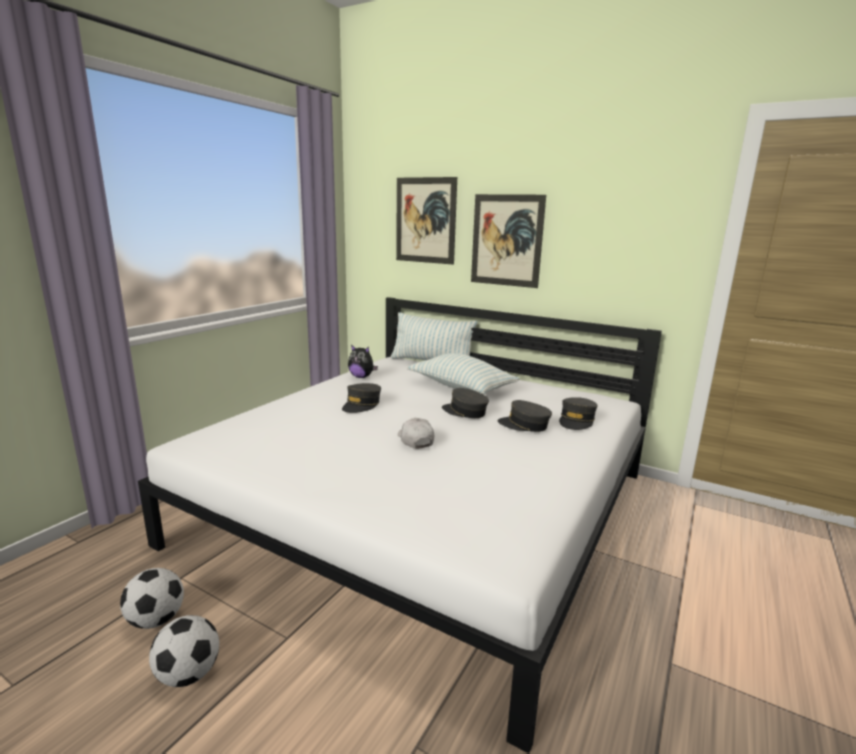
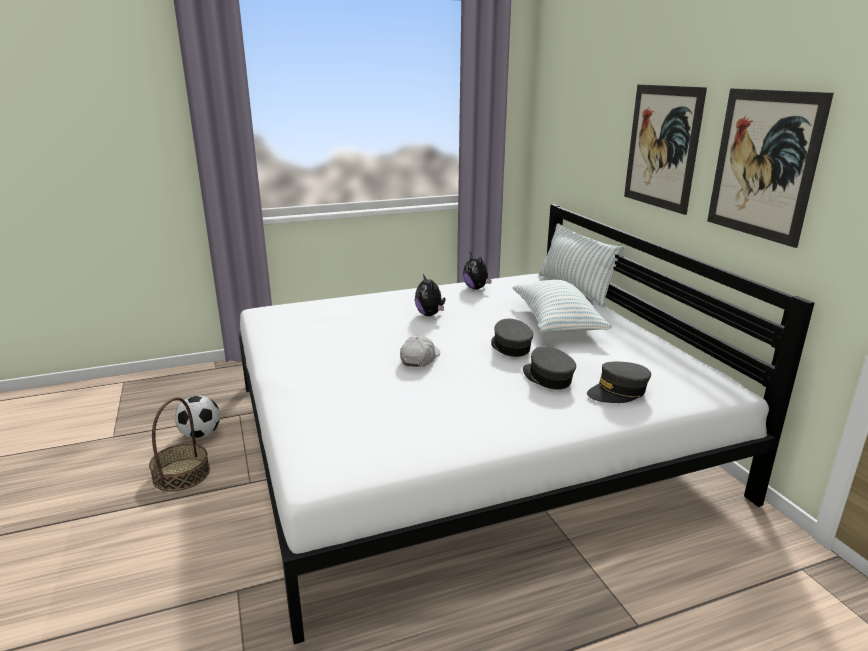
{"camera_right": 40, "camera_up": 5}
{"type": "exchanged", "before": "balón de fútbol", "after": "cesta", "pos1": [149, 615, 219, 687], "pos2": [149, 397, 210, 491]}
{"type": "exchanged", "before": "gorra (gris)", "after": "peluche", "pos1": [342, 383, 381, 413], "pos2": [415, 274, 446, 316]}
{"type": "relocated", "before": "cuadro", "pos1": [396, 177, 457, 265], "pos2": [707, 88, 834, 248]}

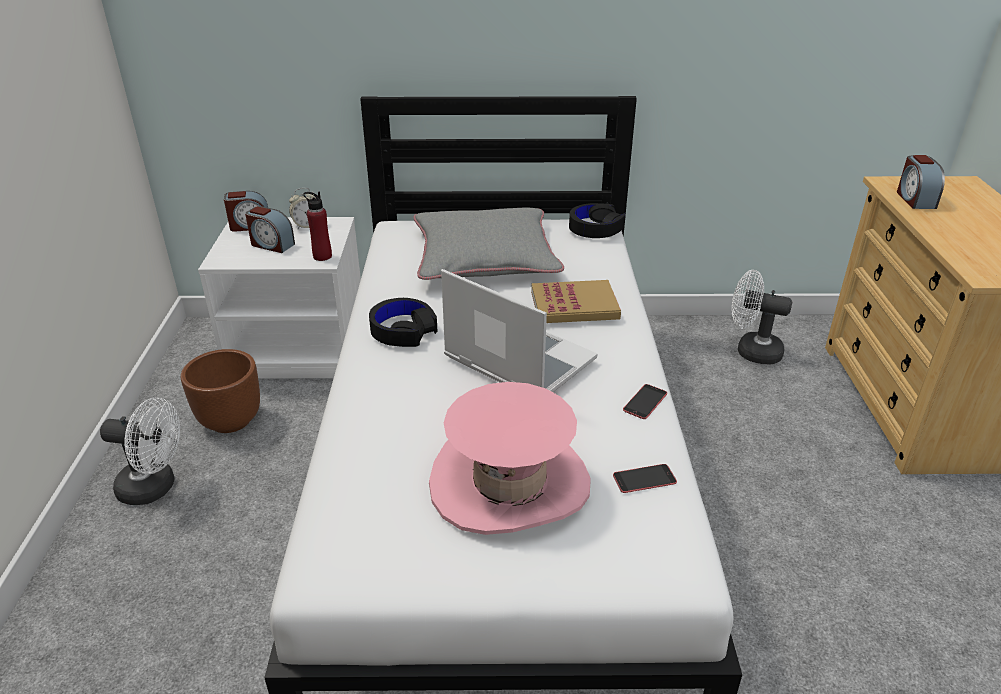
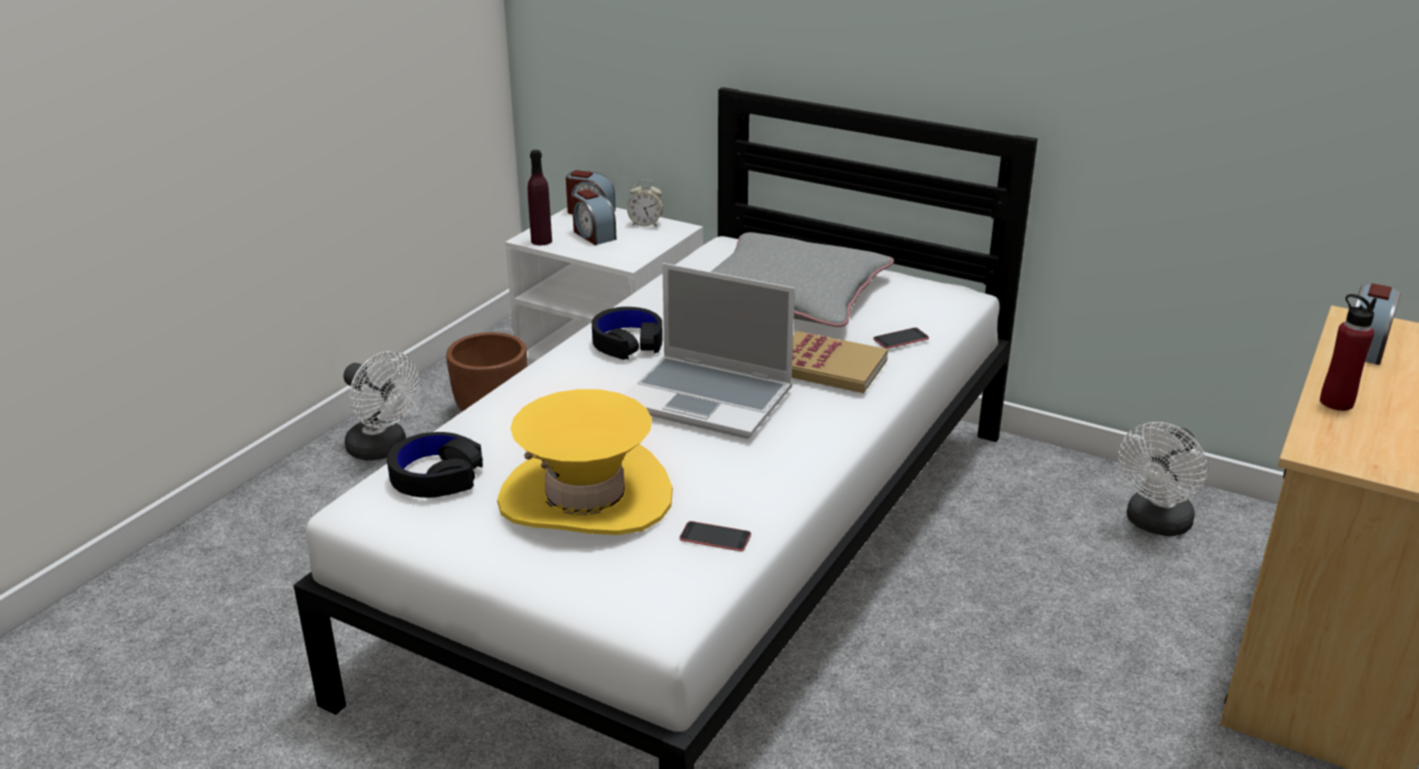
{"camera_right": 30, "camera_up": -5}
{"type": "relocated", "before": "botella (rojo)", "pos1": [303, 192, 332, 261], "pos2": [1320, 294, 1377, 411]}
{"type": "colour", "before": "sombrero (rosa)", "after": "sombrero (amarillo)", "pos1": [429, 382, 591, 535], "pos2": [497, 389, 673, 535]}
{"type": "spun", "before": "portátil", "pos1": [441, 269, 598, 392], "pos2": [624, 263, 795, 439], "turn": 135}
{"type": "relocated", "before": "auriculares (negro)", "pos1": [569, 203, 626, 238], "pos2": [387, 432, 483, 498]}
{"type": "relocated", "before": "móvil", "pos1": [623, 384, 667, 419], "pos2": [873, 327, 929, 349]}
{"type": "spun", "before": "ventilador (blanco)", "pos1": [732, 270, 792, 365], "pos2": [1118, 422, 1208, 536], "turn": -105}
{"type": "appeared", "after": "botella (morado)", "pos2": [528, 150, 552, 245]}

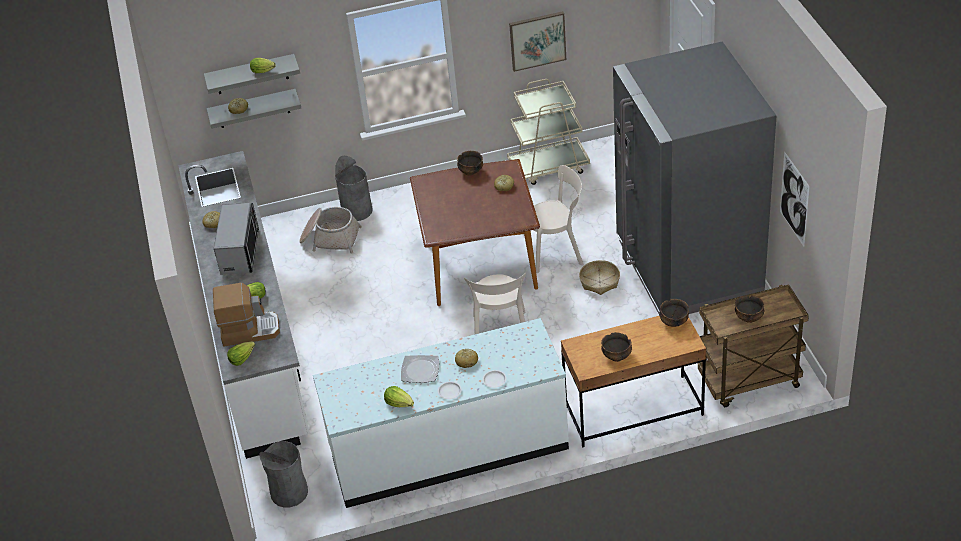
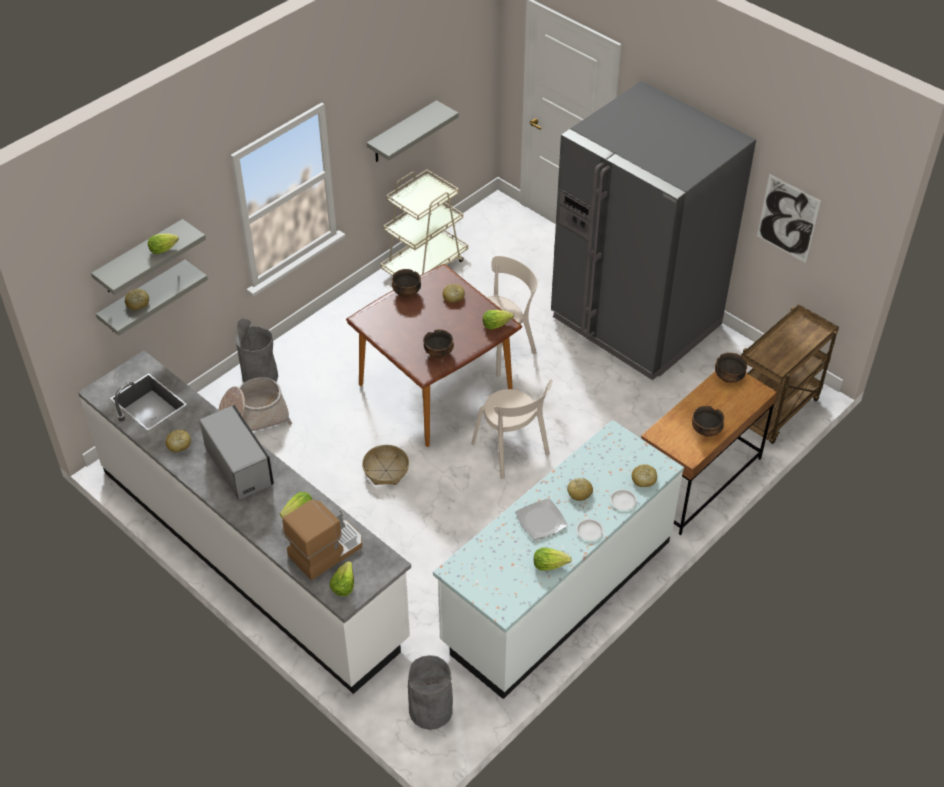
{"camera_right": -35, "camera_up": 5}
{"type": "exchanged", "before": "cuadro", "after": "estante (gris)", "pos1": [509, 11, 566, 72], "pos2": [367, 100, 459, 162]}
{"type": "relocated", "before": "cesta", "pos1": [579, 260, 620, 295], "pos2": [362, 445, 409, 485]}
{"type": "relocated", "before": "cuenco", "pos1": [735, 295, 764, 323], "pos2": [423, 329, 454, 358]}
{"type": "appeared", "after": "lechuga", "pos2": [483, 310, 514, 330]}
{"type": "appeared", "after": "pan", "pos2": [632, 464, 657, 487]}

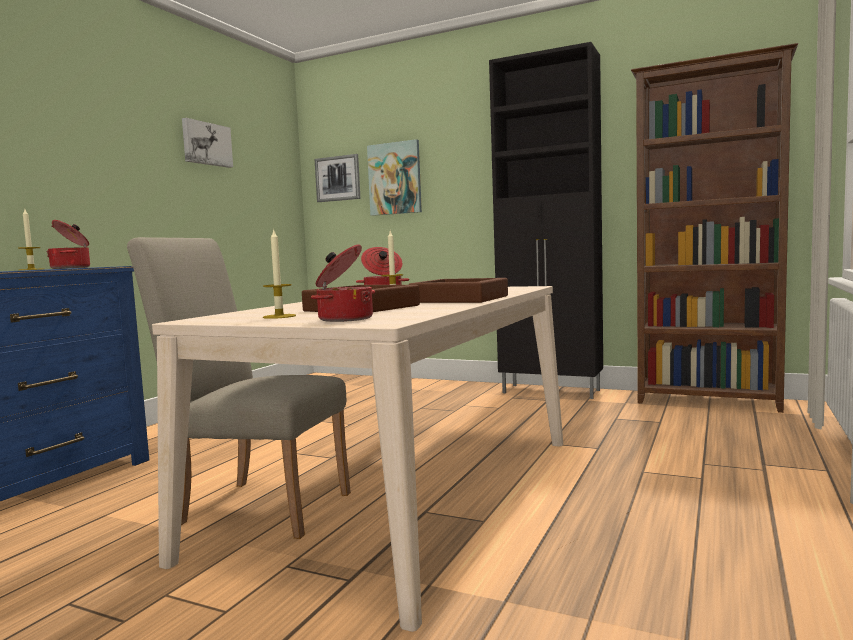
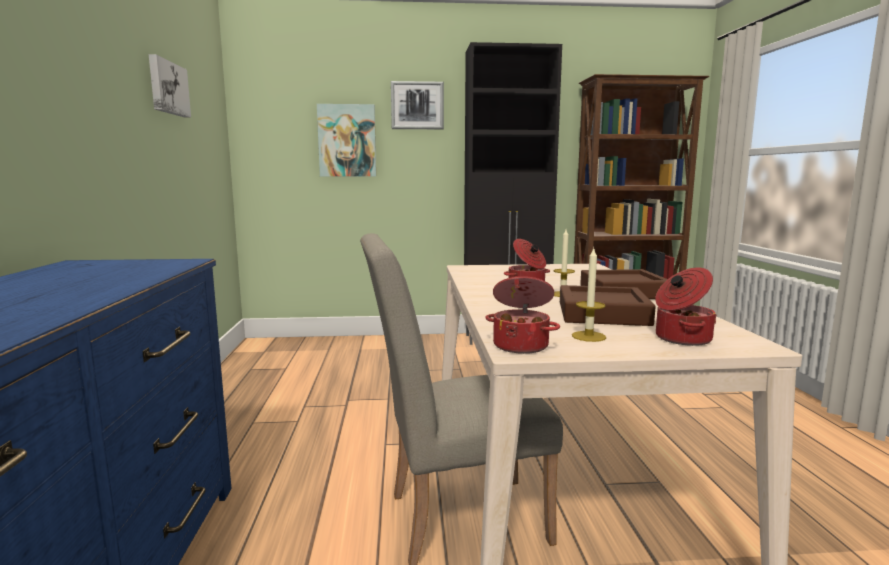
{"camera_right": -30, "camera_up": 5}
{"type": "missing", "before": "vela", "pos1": [18, 209, 44, 270]}
{"type": "relocated", "before": "olla", "pos1": [47, 220, 90, 269], "pos2": [485, 276, 560, 354]}
{"type": "relocated", "before": "cuadro", "pos1": [315, 154, 360, 202], "pos2": [391, 81, 444, 129]}

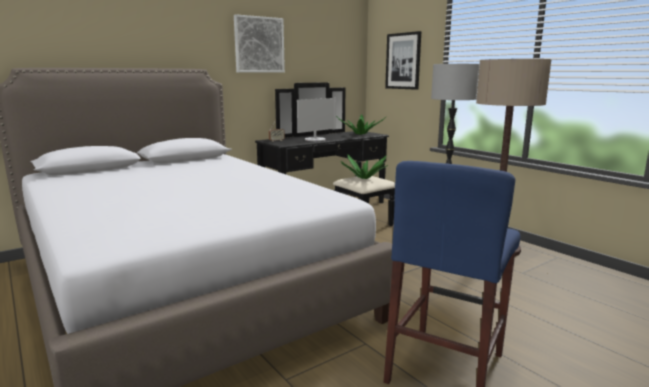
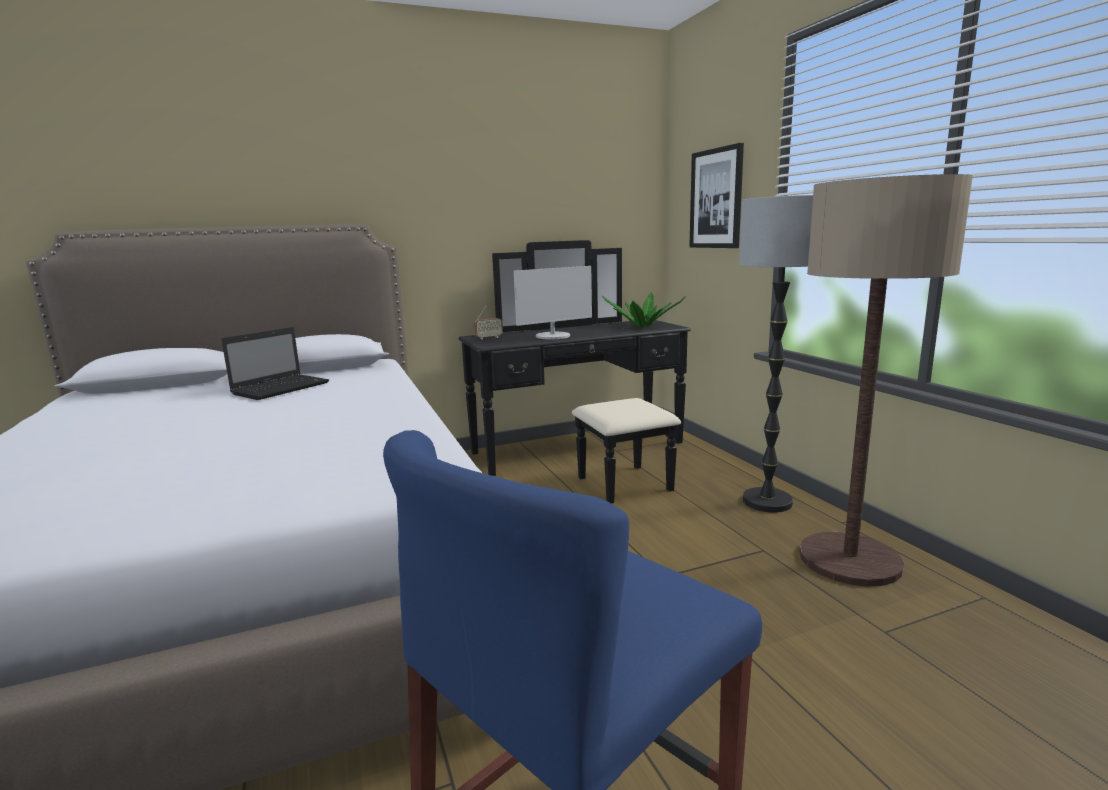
{"camera_right": 15, "camera_up": 0}
{"type": "missing", "before": "cuadro", "pos1": [234, 14, 285, 72]}
{"type": "missing", "before": "planta en maceta", "pos1": [341, 155, 388, 179]}
{"type": "appeared", "after": "portátil", "pos2": [221, 327, 329, 400]}

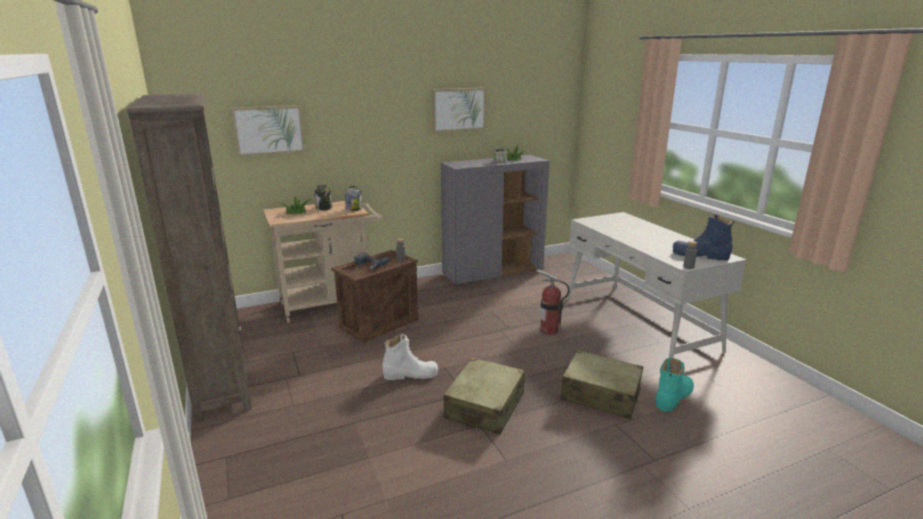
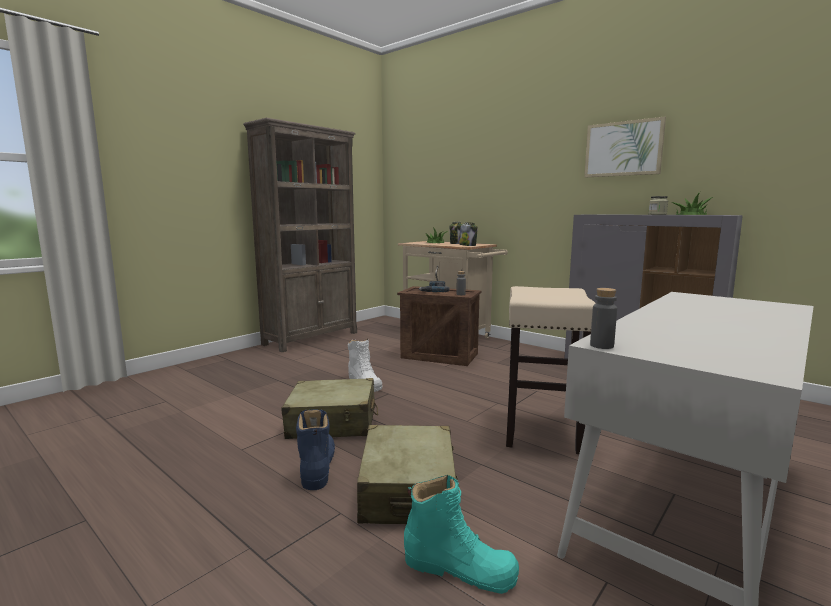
{"camera_right": 65, "camera_up": -10}
{"type": "missing", "before": "cuadro", "pos1": [231, 105, 305, 157]}
{"type": "exchanged", "before": "extintor", "after": "taburete (beis)", "pos1": [536, 270, 570, 335], "pos2": [506, 286, 596, 454]}
{"type": "relocated", "before": "bota (azul)", "pos1": [673, 215, 734, 261], "pos2": [296, 409, 335, 490]}

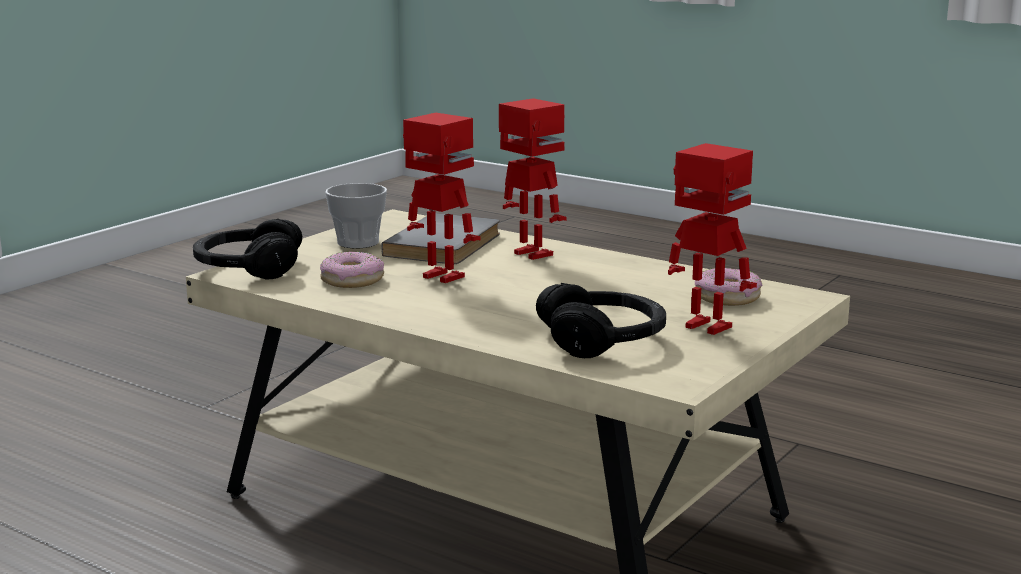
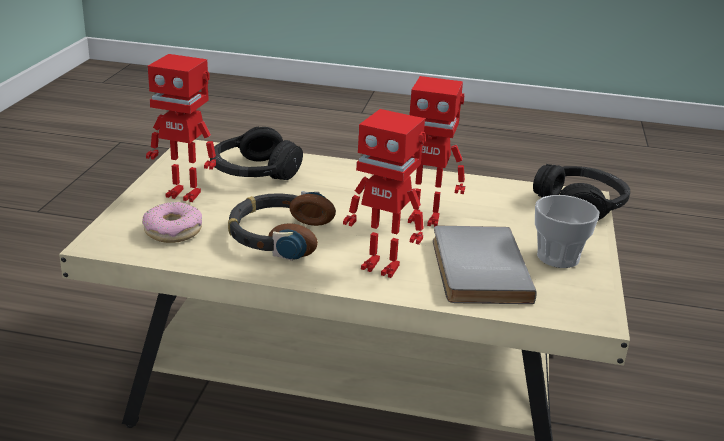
{"camera_right": 155, "camera_up": 10}
{"type": "missing", "before": "rosquilla", "pos1": [320, 252, 384, 288]}
{"type": "appeared", "after": "auriculares", "pos2": [228, 191, 336, 261]}

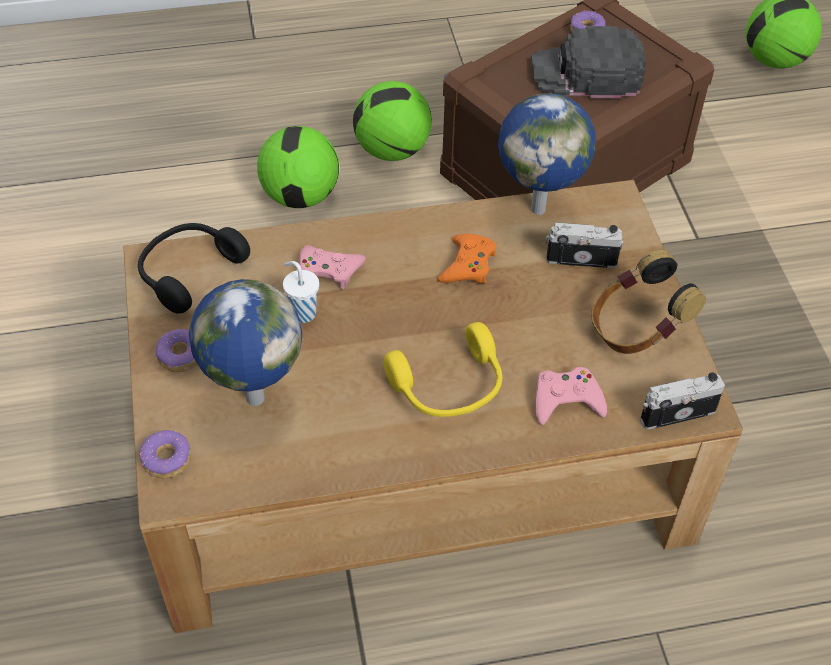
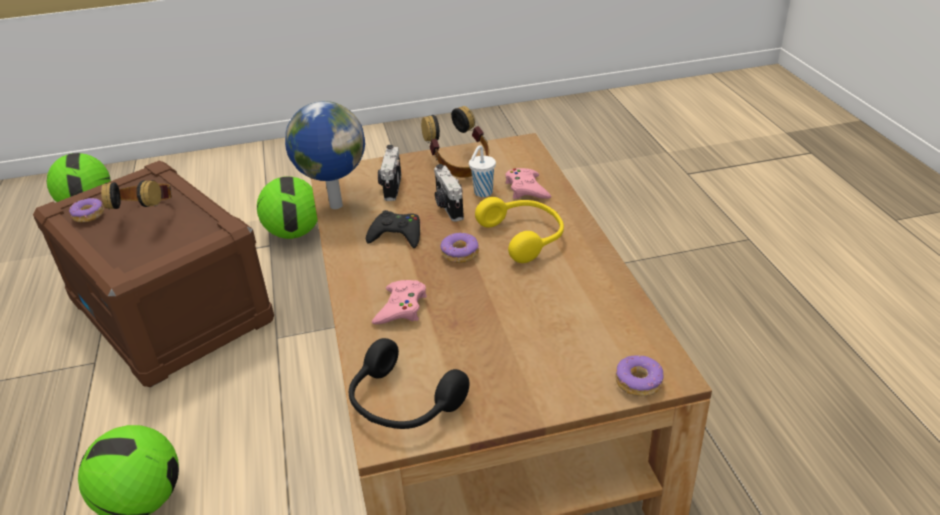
{"camera_right": -90, "camera_up": -15}
{"type": "relocated", "before": "rosquilla", "pos1": [156, 329, 198, 372], "pos2": [440, 232, 479, 263]}
{"type": "missing", "before": "globo terráqueo", "pos1": [189, 279, 302, 406]}
{"type": "relocated", "before": "taza (blanco)", "pos1": [283, 261, 319, 323], "pos2": [469, 145, 496, 197]}
{"type": "relocated", "before": "balón de fútbol", "pos1": [353, 81, 432, 161], "pos2": [257, 176, 318, 239]}
{"type": "colour", "before": "mando de consola (naranja)", "after": "mando de consola (negro)", "pos1": [437, 234, 496, 284], "pos2": [366, 210, 420, 248]}
{"type": "exchanged", "before": "gorra (negro)", "after": "auriculares", "pos1": [531, 26, 646, 98], "pos2": [101, 180, 172, 209]}
{"type": "relocated", "before": "cámara", "pos1": [640, 372, 725, 429], "pos2": [434, 164, 464, 222]}

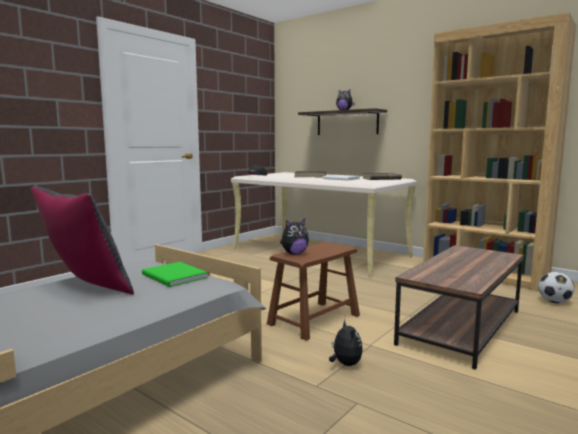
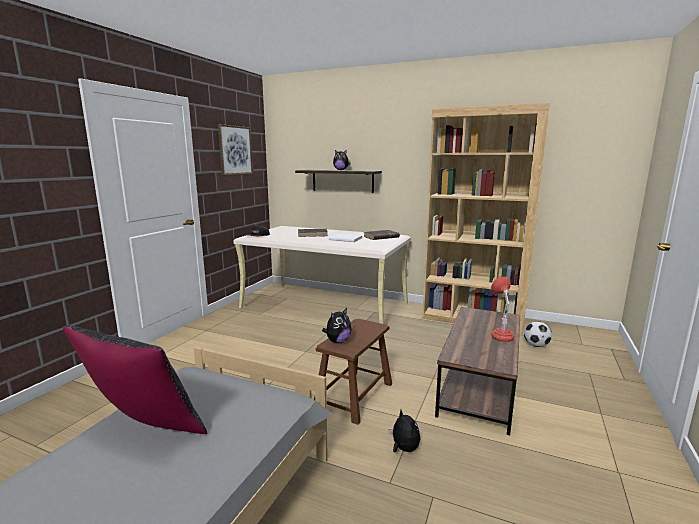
{"camera_right": -15, "camera_up": 5}
{"type": "missing", "before": "libro (verde)", "pos1": [142, 262, 208, 287]}
{"type": "appeared", "after": "cuadro", "pos2": [218, 124, 253, 175]}
{"type": "appeared", "after": "lámpara de mesa (rojo)", "pos2": [491, 277, 514, 342]}

